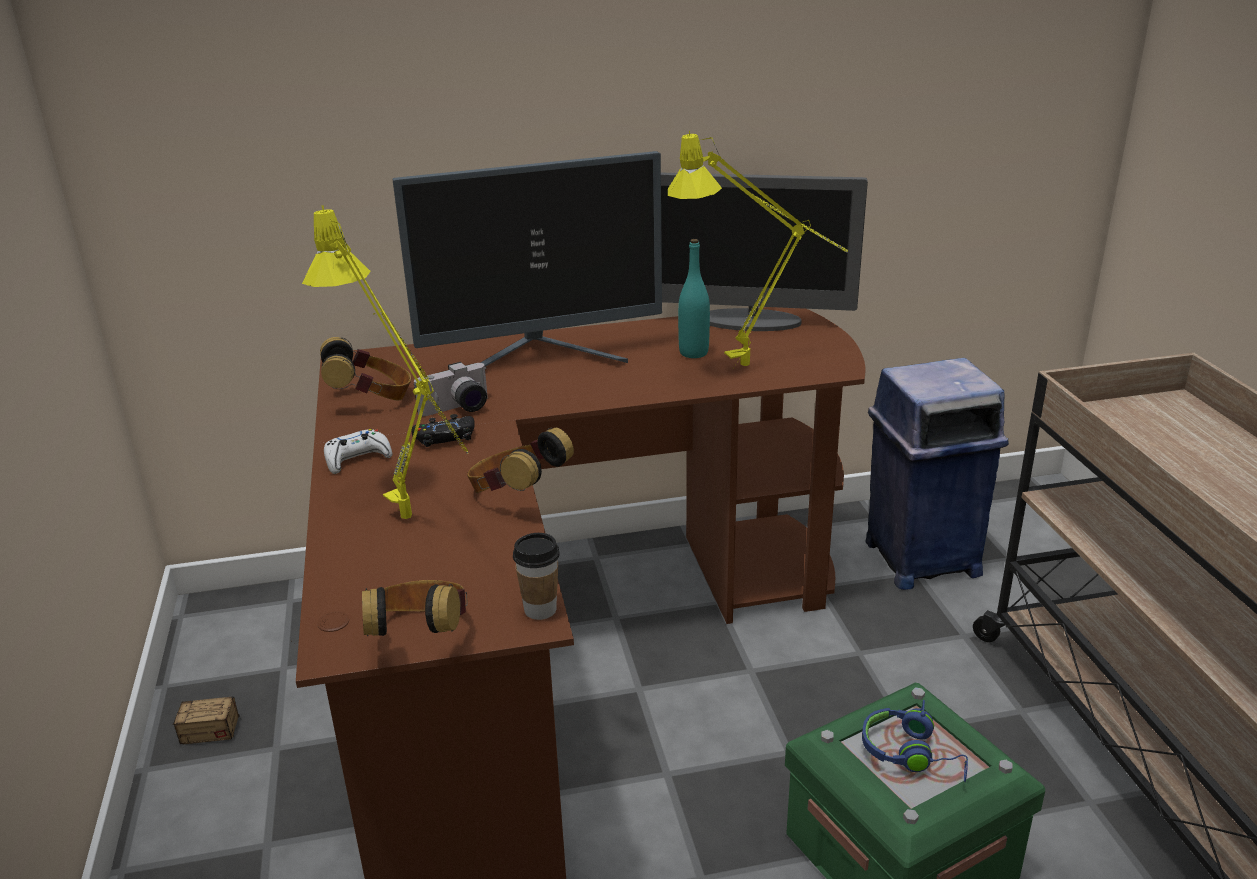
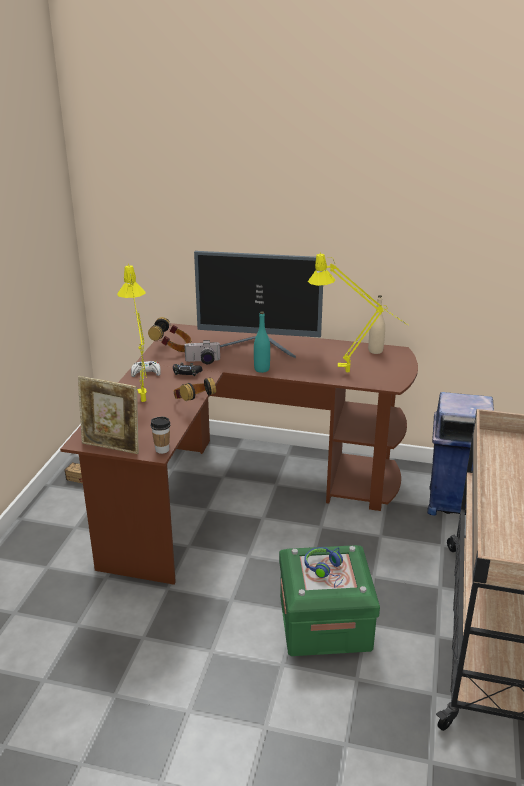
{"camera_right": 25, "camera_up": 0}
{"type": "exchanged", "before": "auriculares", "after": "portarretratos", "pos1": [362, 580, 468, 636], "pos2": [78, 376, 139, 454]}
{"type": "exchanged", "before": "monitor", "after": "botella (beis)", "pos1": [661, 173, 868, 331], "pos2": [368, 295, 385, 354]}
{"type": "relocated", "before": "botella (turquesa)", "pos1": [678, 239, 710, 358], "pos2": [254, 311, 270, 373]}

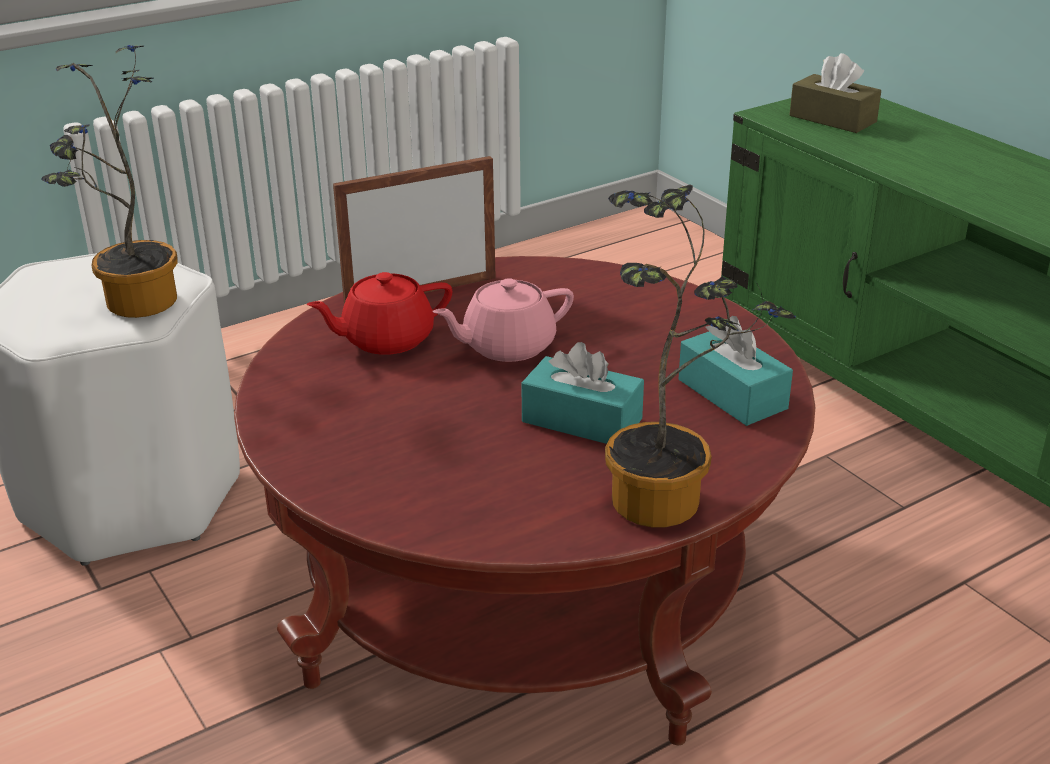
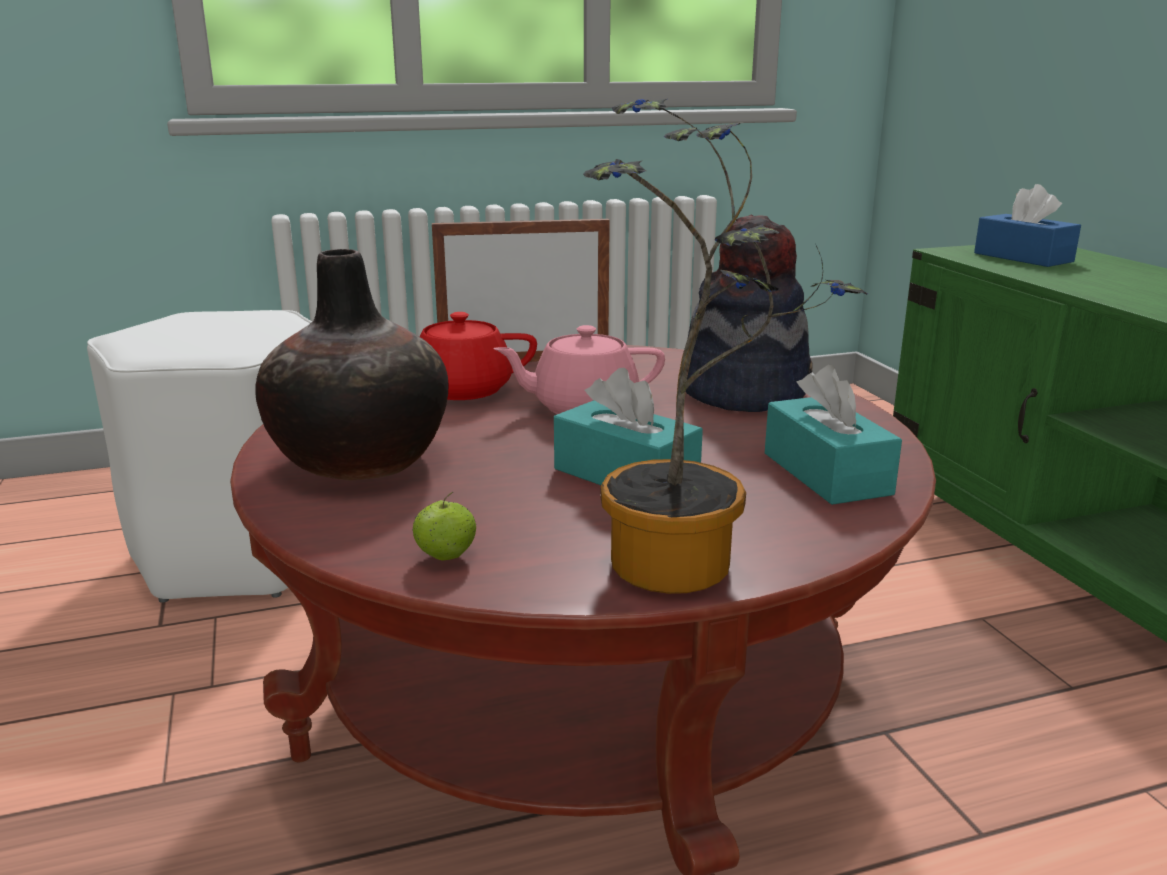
{"camera_right": 15, "camera_up": -10}
{"type": "missing", "before": "planta en maceta", "pos1": [42, 45, 178, 318]}
{"type": "colour", "before": "caja de pañuelos (marrón)", "after": "caja de pañuelos (azul)", "pos1": [790, 53, 881, 133], "pos2": [974, 184, 1081, 267]}
{"type": "appeared", "after": "florero", "pos2": [255, 249, 449, 481]}
{"type": "appeared", "after": "manzana", "pos2": [412, 491, 476, 561]}
{"type": "appeared", "after": "sombrero", "pos2": [686, 214, 812, 412]}

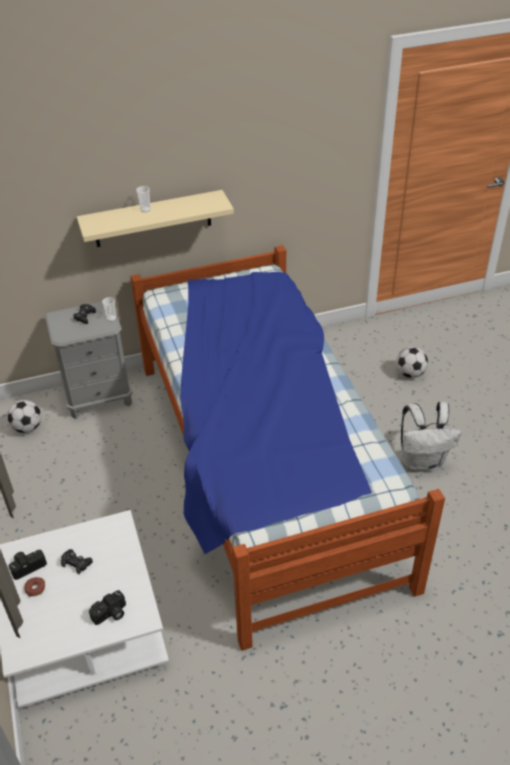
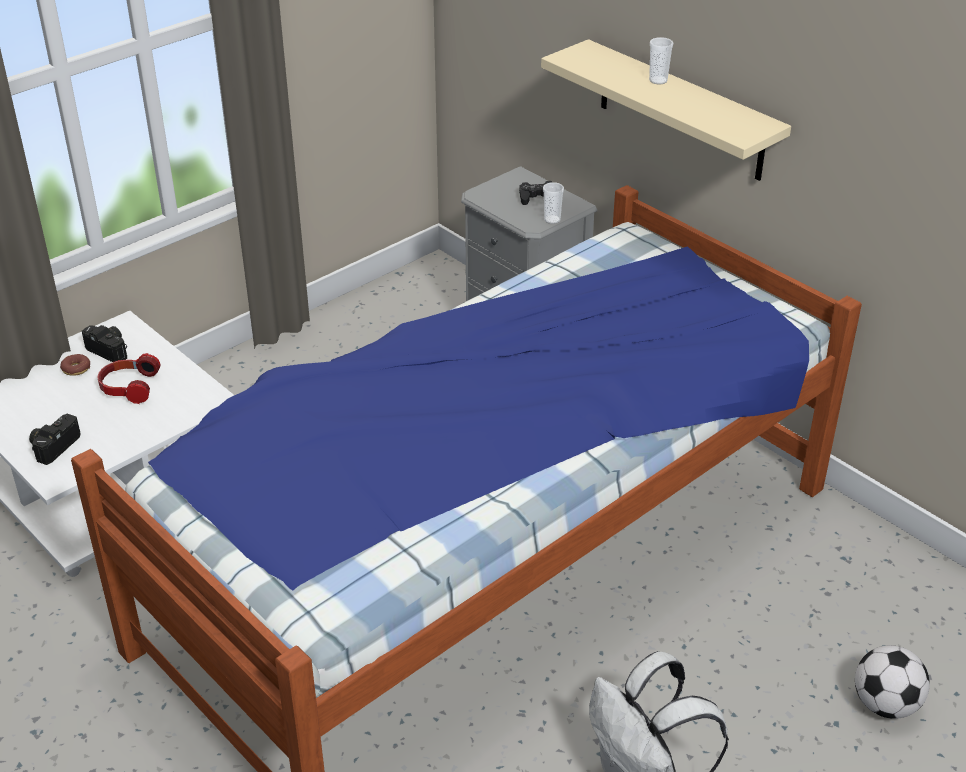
{"camera_right": 65, "camera_up": -5}
{"type": "missing", "before": "balón de fútbol", "pos1": [7, 400, 42, 433]}
{"type": "exchanged", "before": "mando de consola (negro)", "after": "auriculares", "pos1": [61, 549, 93, 574], "pos2": [97, 353, 161, 404]}
{"type": "spun", "before": "cámara", "pos1": [89, 590, 126, 625], "pos2": [29, 413, 81, 465], "turn": 90}

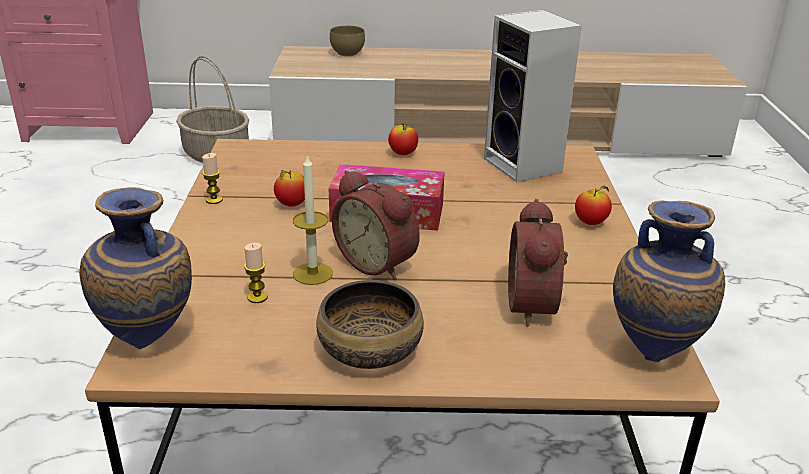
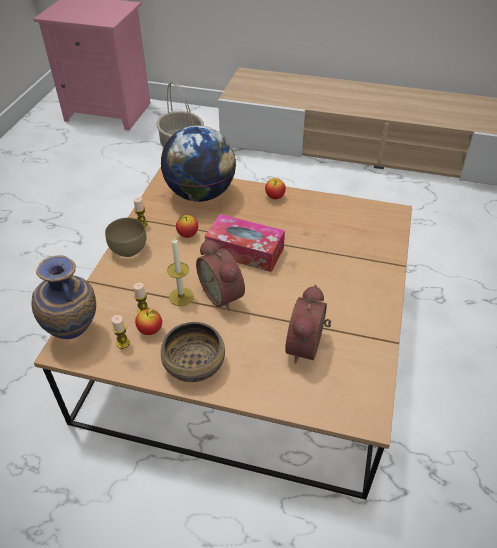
{"camera_right": 15, "camera_up": 15}
{"type": "relocated", "before": "cuenco (marrón)", "pos1": [330, 26, 365, 56], "pos2": [105, 218, 147, 257]}
{"type": "missing", "before": "altavoz", "pos1": [484, 10, 582, 182]}
{"type": "relocated", "before": "manzana", "pos1": [575, 186, 612, 225], "pos2": [135, 309, 162, 335]}
{"type": "missing", "before": "florero", "pos1": [613, 200, 725, 362]}
{"type": "appeared", "after": "vela", "pos2": [112, 315, 130, 349]}
{"type": "appeared", "after": "globo terráqueo", "pos2": [161, 125, 236, 202]}

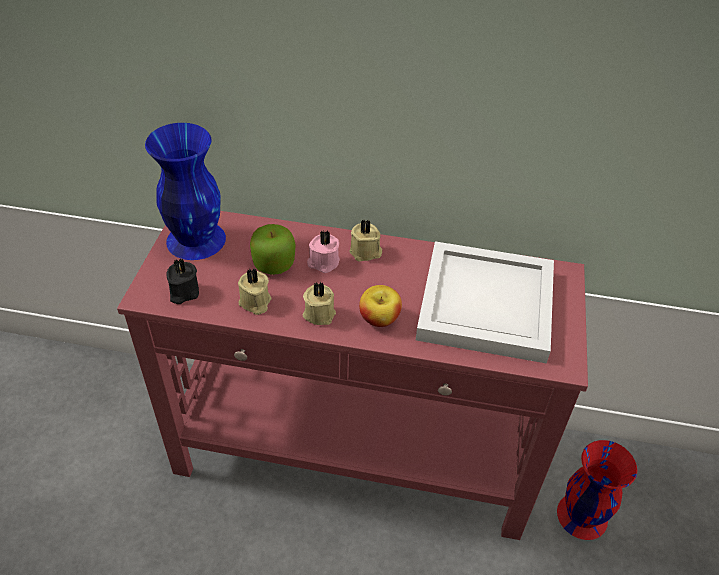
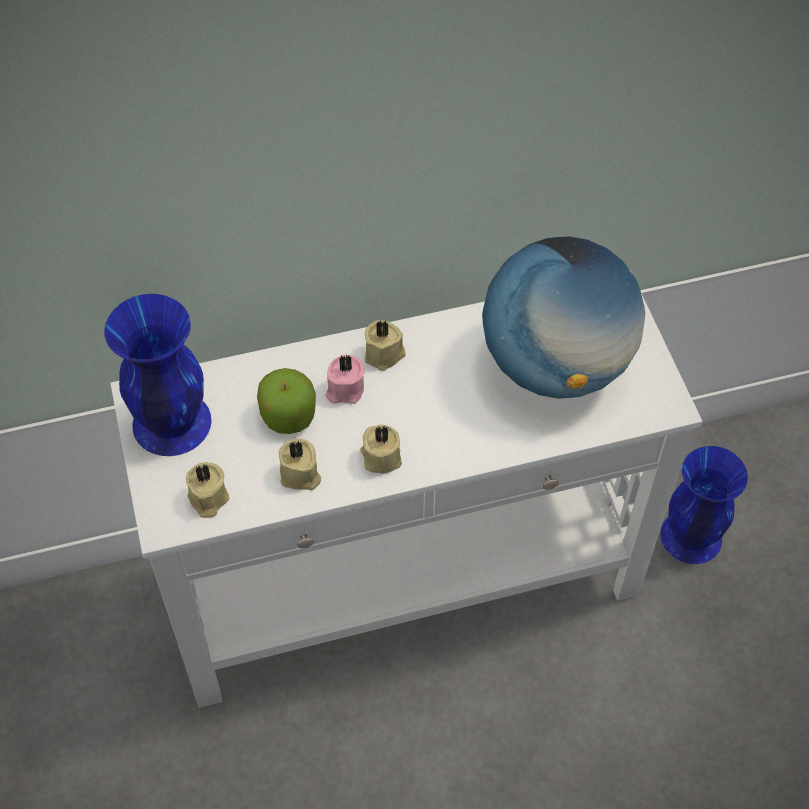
{"camera_right": -25, "camera_up": 10}
{"type": "colour", "before": "mesa consola (rojo)", "after": "mesa consola (blanco)", "pos1": [117, 211, 588, 540], "pos2": [110, 293, 702, 708]}
{"type": "colour", "before": "vela (negro)", "after": "vela (beis)", "pos1": [166, 258, 199, 304], "pos2": [186, 462, 229, 518]}
{"type": "missing", "before": "manzana", "pos1": [359, 285, 402, 327]}
{"type": "exchanged", "before": "bandeja (blanco)", "after": "globo terráqueo", "pos1": [416, 241, 554, 364], "pos2": [482, 236, 645, 399]}
{"type": "colour", "before": "florero (rojo)", "after": "florero (azul)", "pos1": [557, 440, 637, 540], "pos2": [661, 446, 748, 564]}

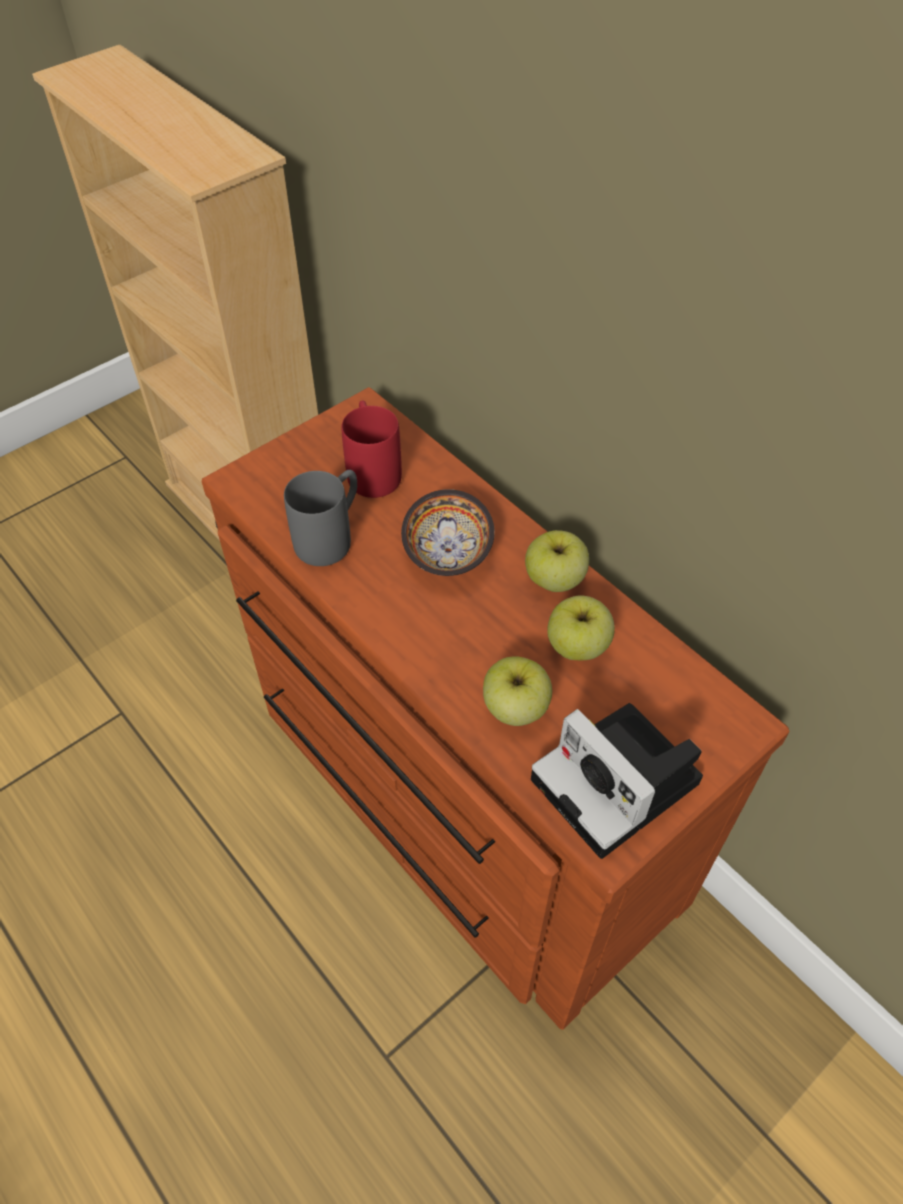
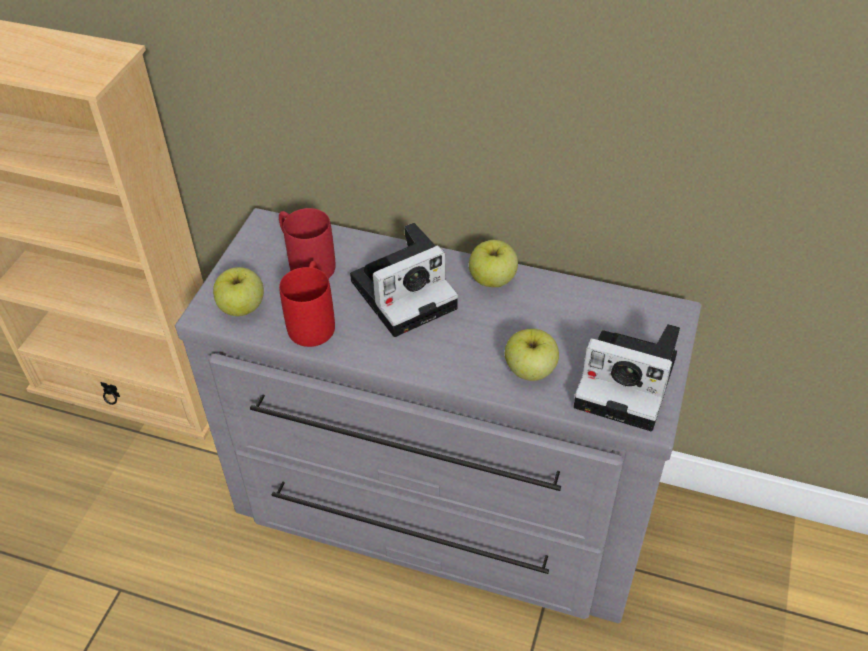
{"camera_right": -30, "camera_up": -5}
{"type": "colour", "before": "cómoda (marrón)", "after": "cómoda (gris)", "pos1": [202, 387, 790, 1030], "pos2": [175, 208, 701, 623]}
{"type": "colour", "before": "taza grande (gris)", "after": "taza grande (rojo)", "pos1": [284, 470, 357, 566], "pos2": [279, 261, 335, 347]}
{"type": "exchanged", "before": "cuenco", "after": "cámara", "pos1": [401, 489, 495, 576], "pos2": [350, 223, 458, 337]}
{"type": "relocated", "before": "manzana", "pos1": [547, 596, 615, 660], "pos2": [213, 267, 264, 316]}

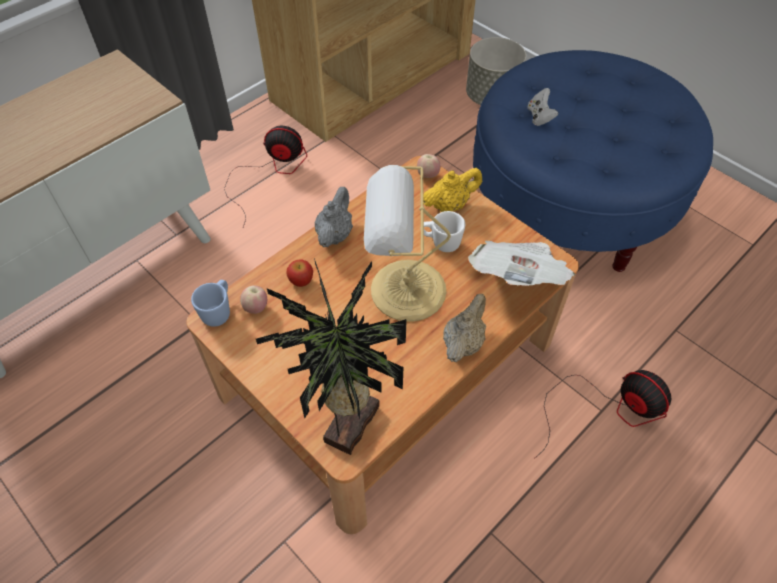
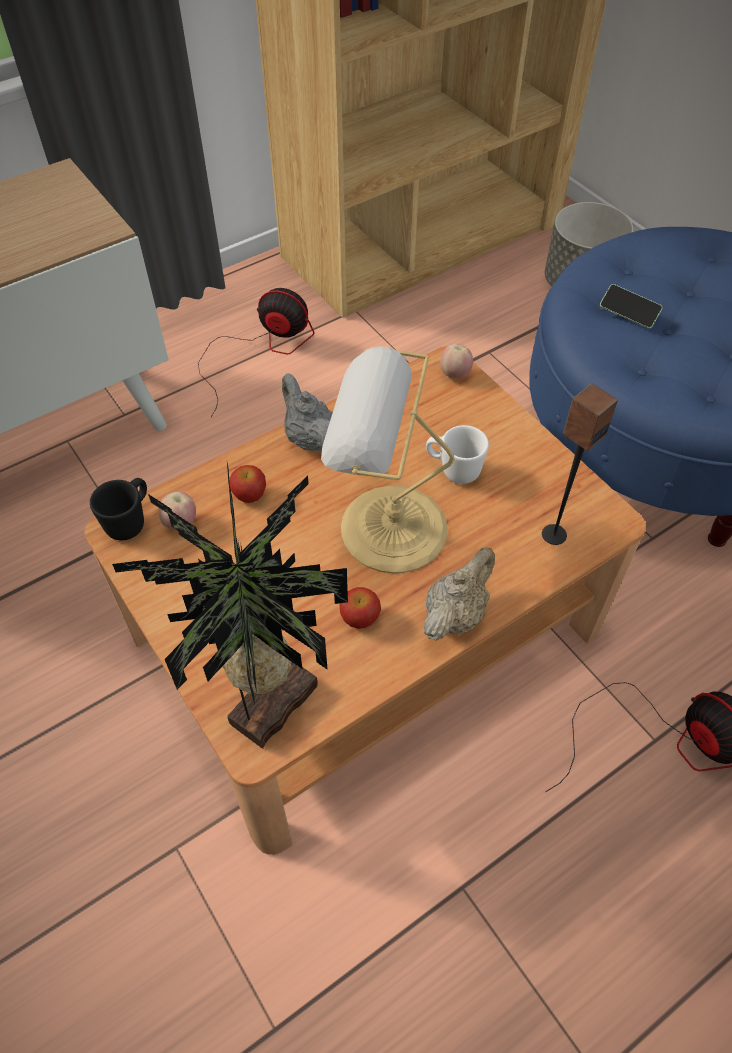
{"camera_right": 10, "camera_up": 0}
{"type": "colour", "before": "taza grande (azul)", "after": "taza grande (negro)", "pos1": [191, 280, 230, 327], "pos2": [90, 478, 147, 540]}
{"type": "spun", "before": "tetera (gris)", "pos1": [315, 187, 353, 247], "pos2": [282, 373, 332, 451], "turn": -60}
{"type": "missing", "before": "tetera (amarillo)", "pos1": [423, 168, 482, 212]}
{"type": "exchanged", "before": "periódico", "after": "altavoz", "pos1": [468, 241, 575, 286], "pos2": [542, 383, 618, 545]}
{"type": "exchanged", "before": "mando de consola (blanco)", "after": "móvil", "pos1": [528, 88, 558, 126], "pos2": [600, 284, 663, 329]}
{"type": "appeared", "after": "manzana", "pos2": [339, 587, 381, 629]}

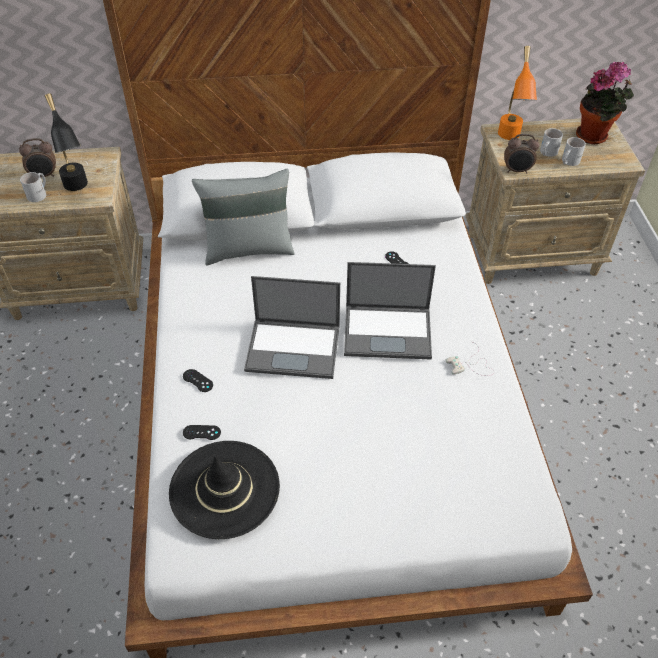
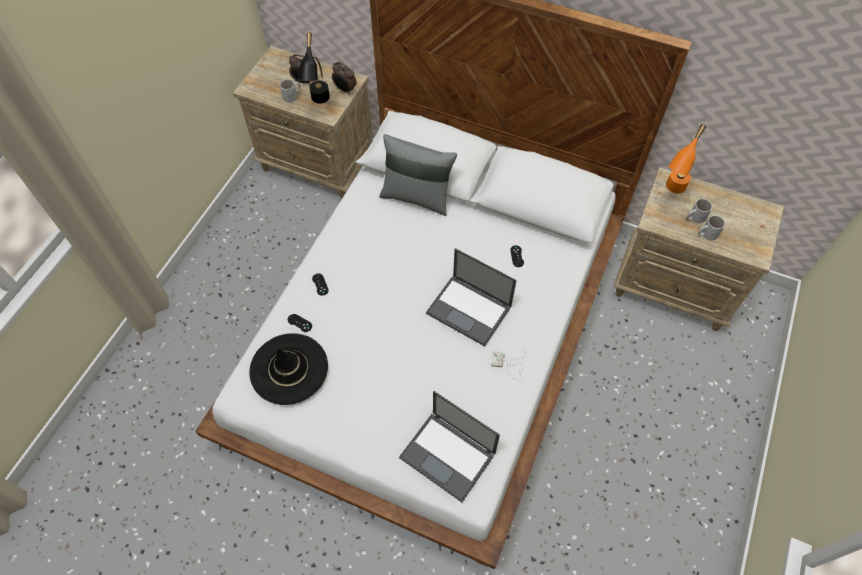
{"camera_right": 30, "camera_up": 10}
{"type": "relocated", "before": "portátil", "pos1": [244, 276, 340, 379], "pos2": [399, 391, 500, 502]}
{"type": "relocated", "before": "despertador", "pos1": [504, 134, 540, 174], "pos2": [332, 62, 357, 95]}
{"type": "missing", "before": "planta en maceta", "pos1": [576, 62, 634, 145]}

